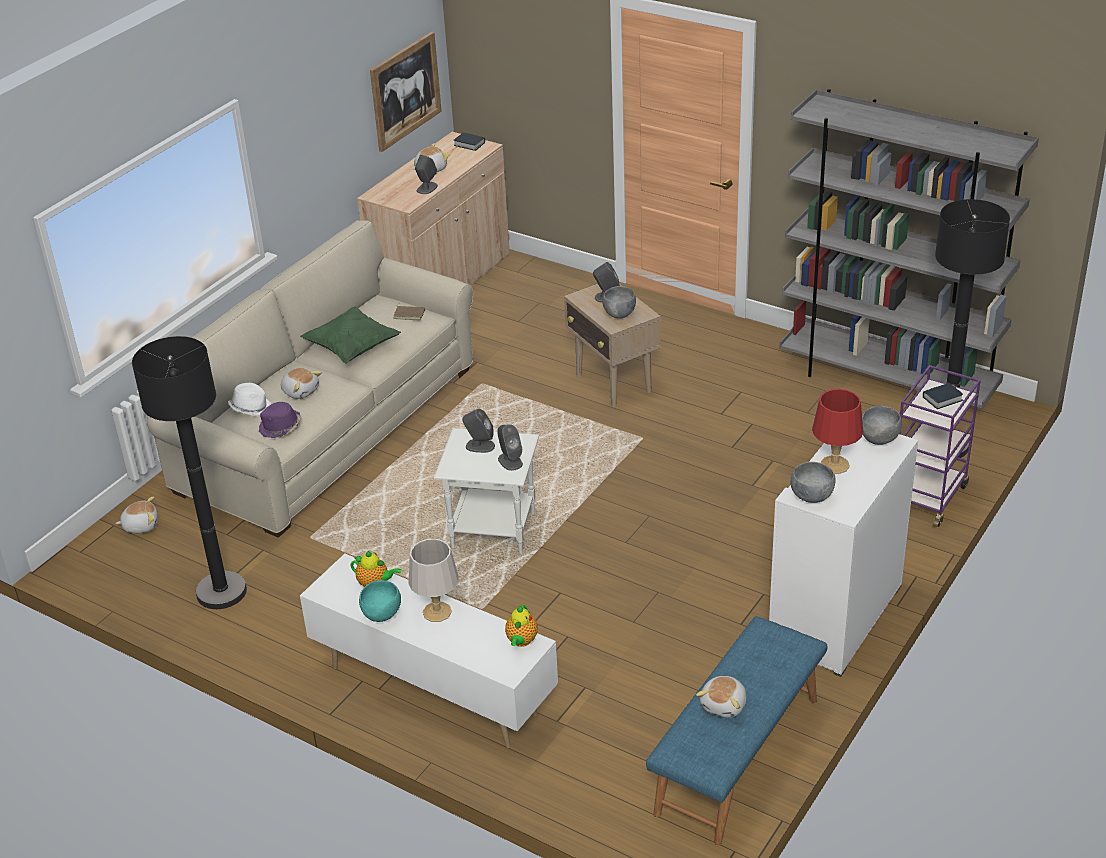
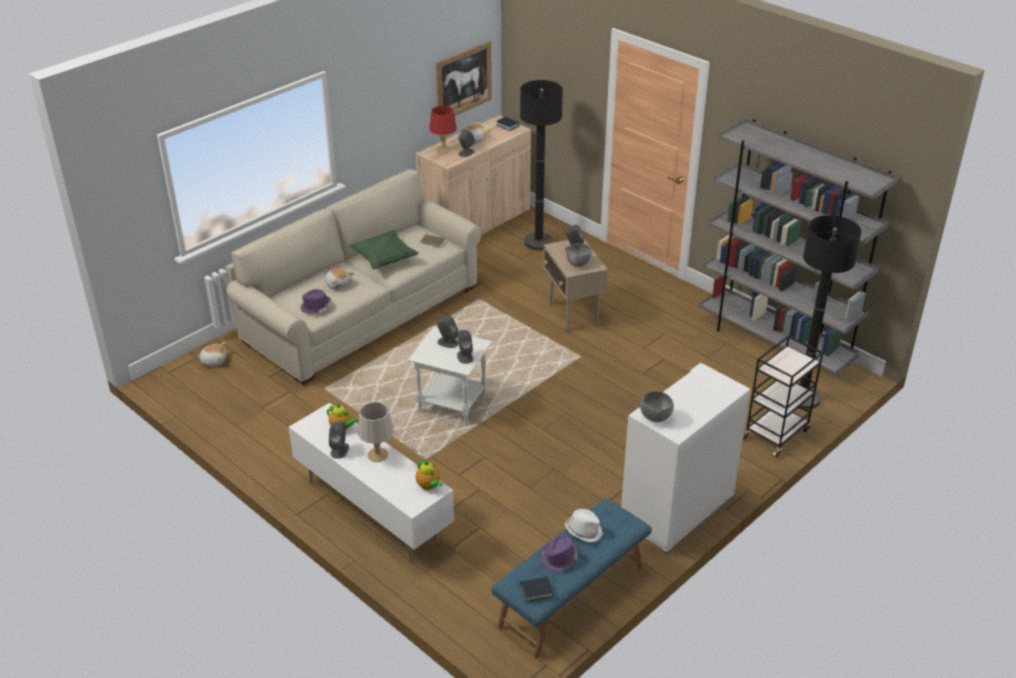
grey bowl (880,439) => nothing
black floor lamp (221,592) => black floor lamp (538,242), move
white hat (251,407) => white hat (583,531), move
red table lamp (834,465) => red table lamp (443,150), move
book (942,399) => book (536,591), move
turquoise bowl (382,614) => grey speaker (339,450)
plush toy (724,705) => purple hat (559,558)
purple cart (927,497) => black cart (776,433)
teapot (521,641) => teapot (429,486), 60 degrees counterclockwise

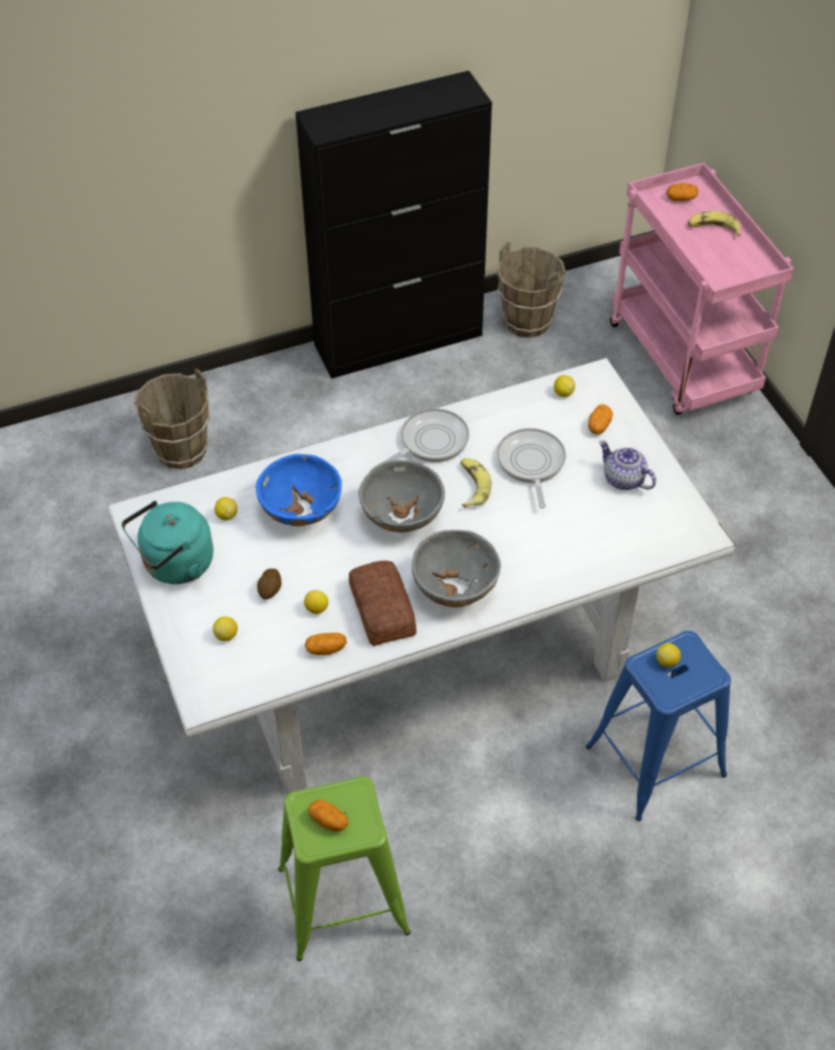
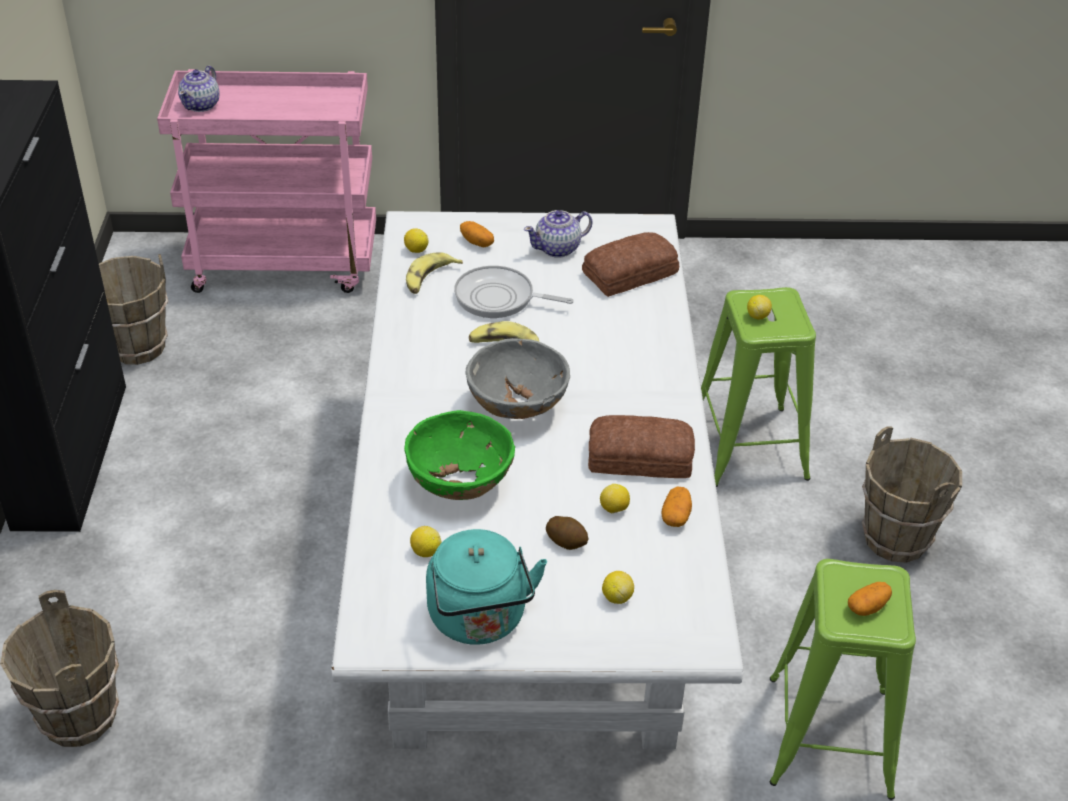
frying pan (430,442) => nothing
grey bowl (455,589) => nothing
nothing => bread (632,274)
nothing => brown bucket (896,539)
banana (713,229) => banana (429,279), move
potato (681,198) => teapot (201,105)
blue bowl (301,511) => green bowl (460,484)
blue stool (656,760) => green stool (748,445)

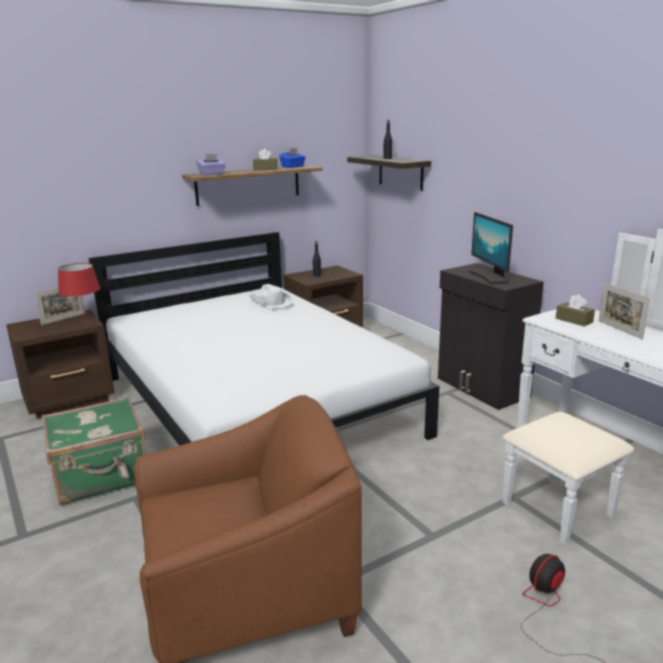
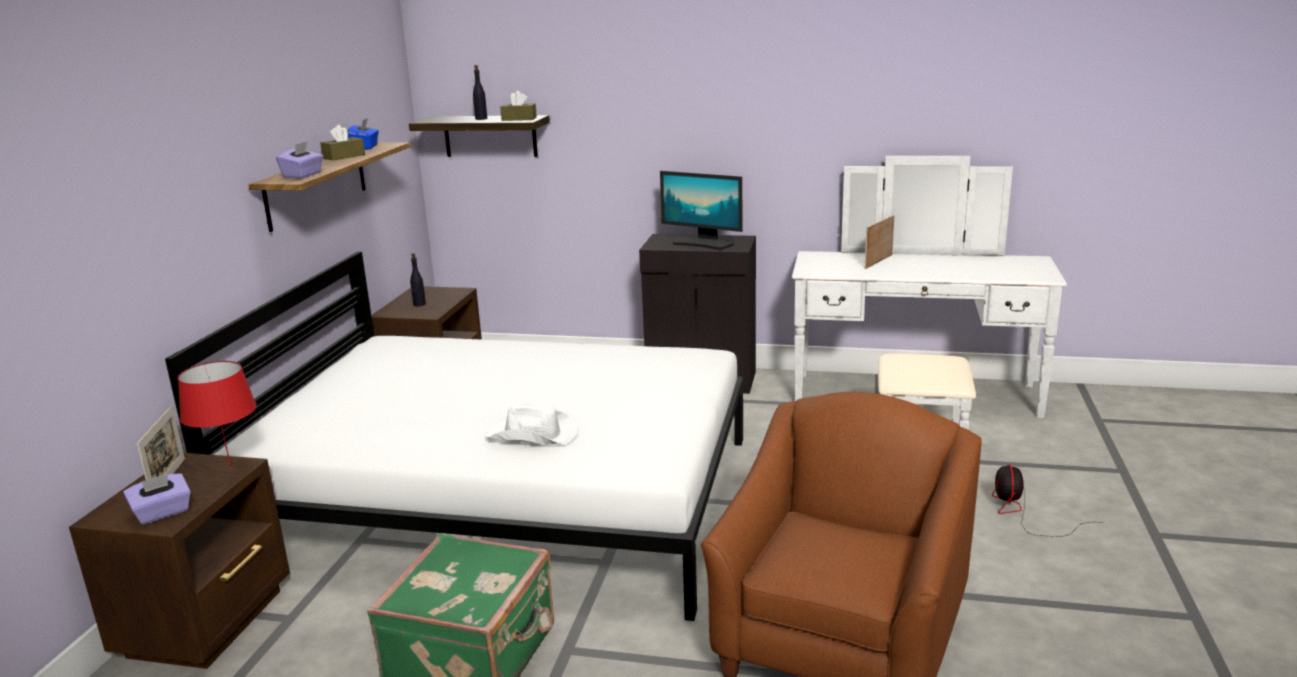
nothing => purple tissue box (162,513)
white hat (270,302) => white hat (533,435), move
brown tissue box (574,320) => brown tissue box (519,119), move
picture frame (619,329) => picture frame (878,262), 105 degrees clockwise

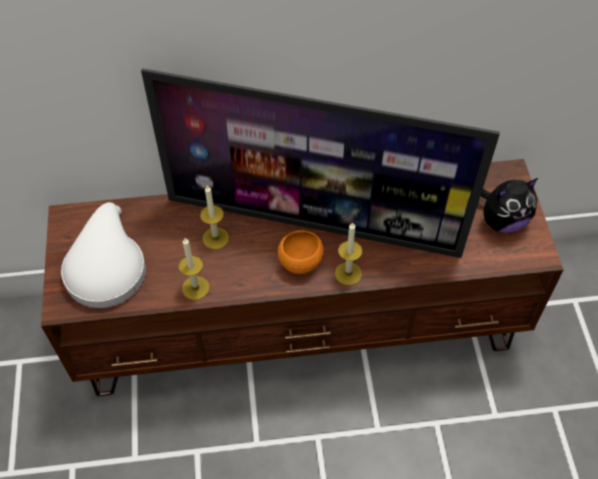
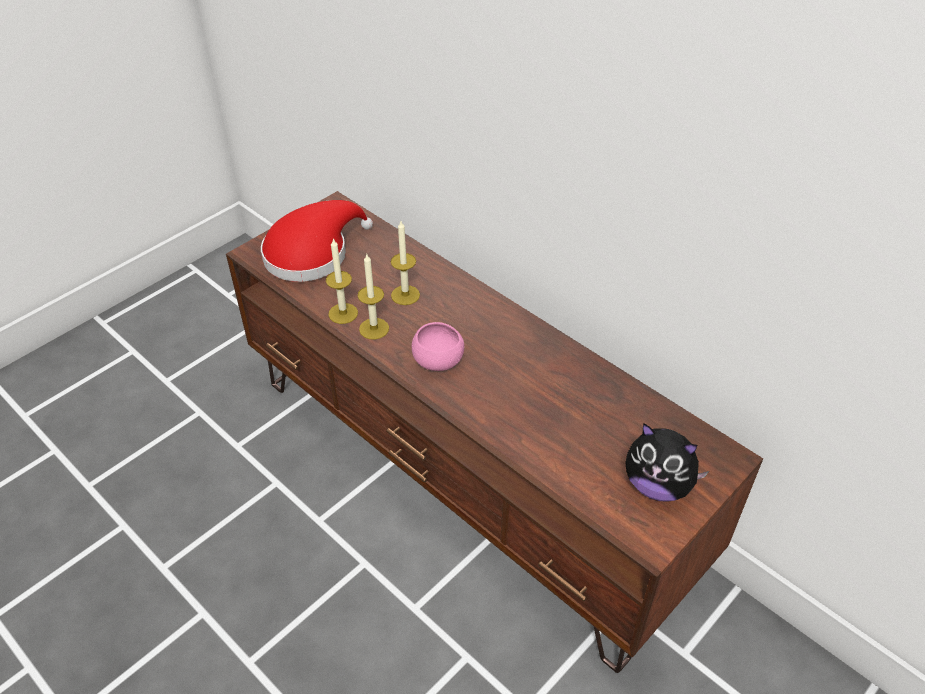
television (314,224) => nothing
candle (348,273) => candle (374,328), move
white hat (106,267) => red hat (312,253)
orange bowl (301,262) => pink bowl (438,362)

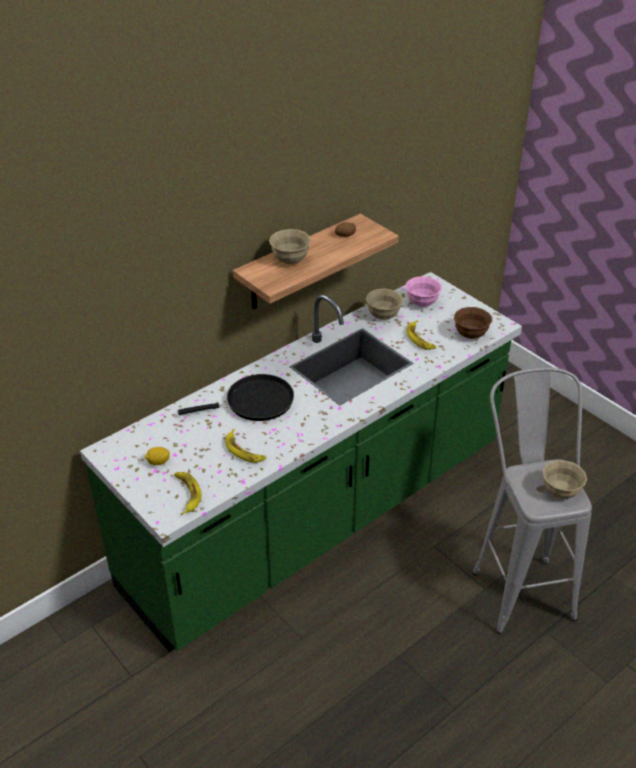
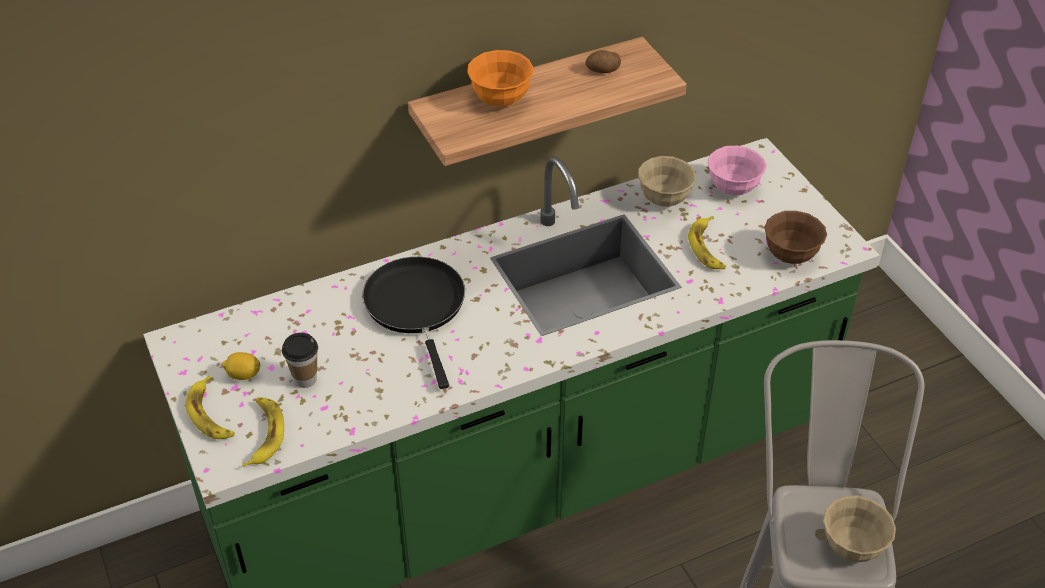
nothing => cup (305,379)
banana (244,450) => banana (211,414), move
beige bowl (290,260) => orange bowl (500,99)
black frying pan (254,403) => black frying pan (417,307), 105 degrees counterclockwise

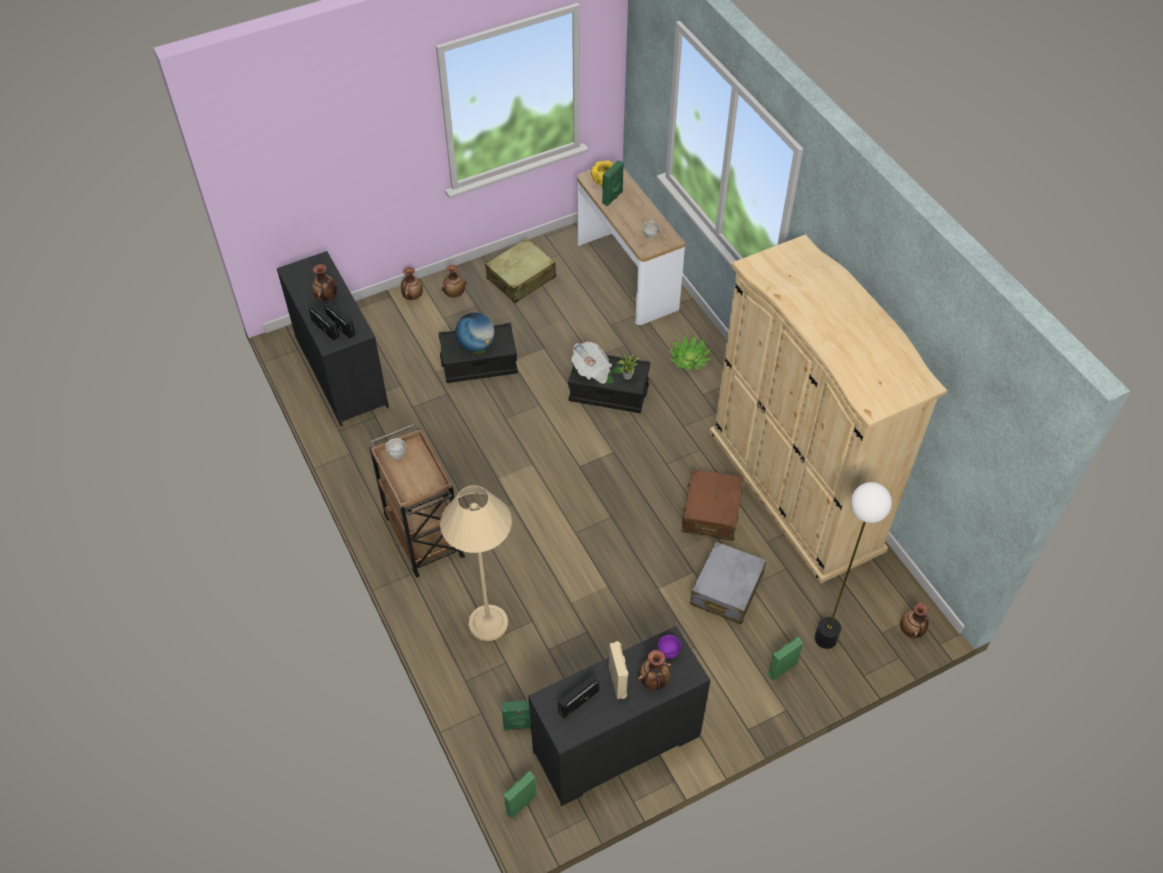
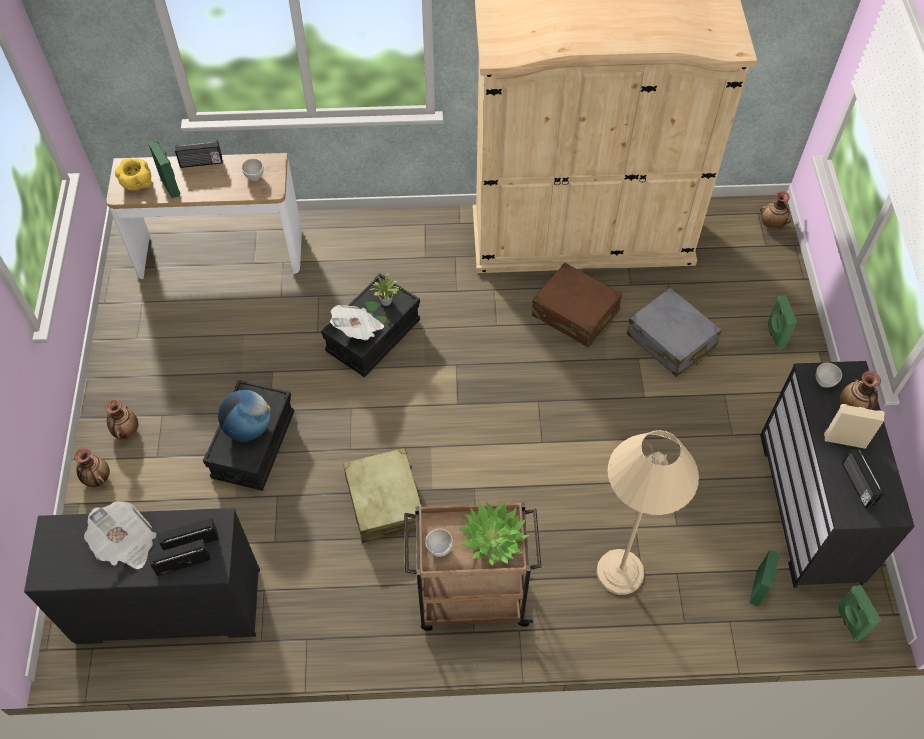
floor lamp (825,639) => nothing
nothing => radio (201,163)
beige suitcase (521,278) => beige suitcase (384,501), move
potted plant (689,359) => potted plant (493,538), move
vase (326,297) => newspaper (125,543)
purple bowl (668,652) => white bowl (824,382)

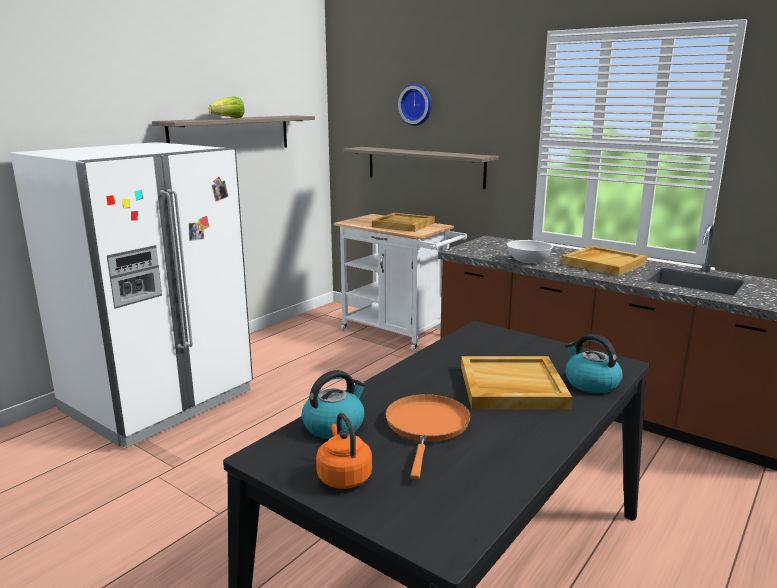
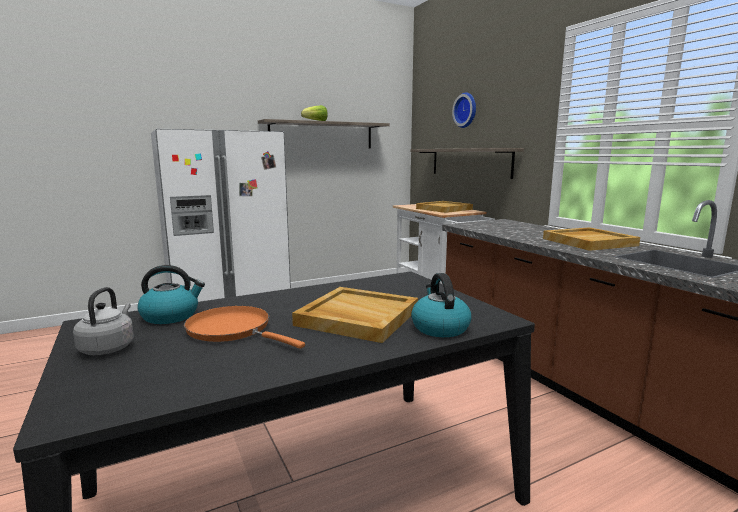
white bowl (528,261) => nothing
orange kettle (343,476) => grey kettle (108,347)
orange frying pan (427,427) => orange frying pan (233,330), 90 degrees counterclockwise

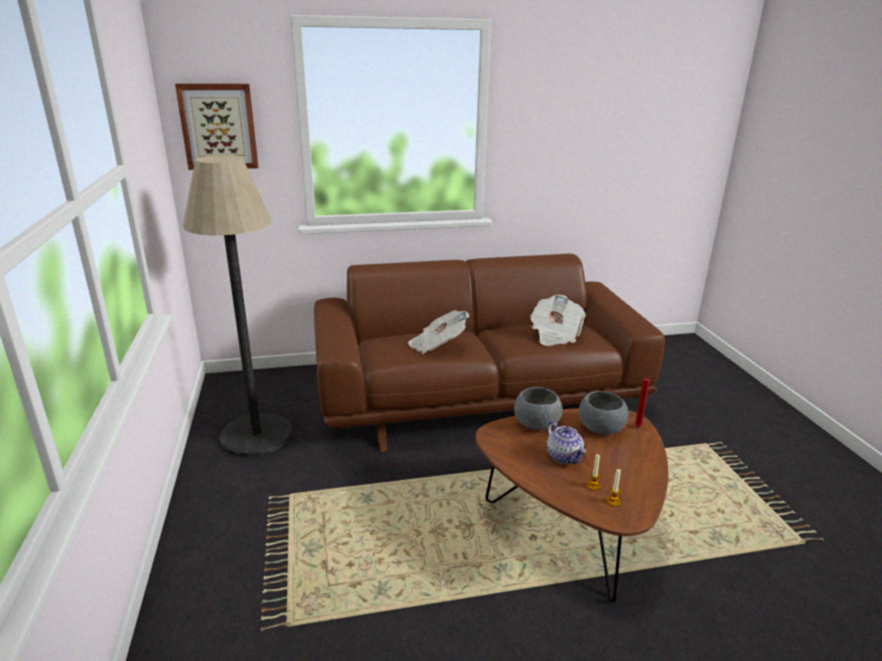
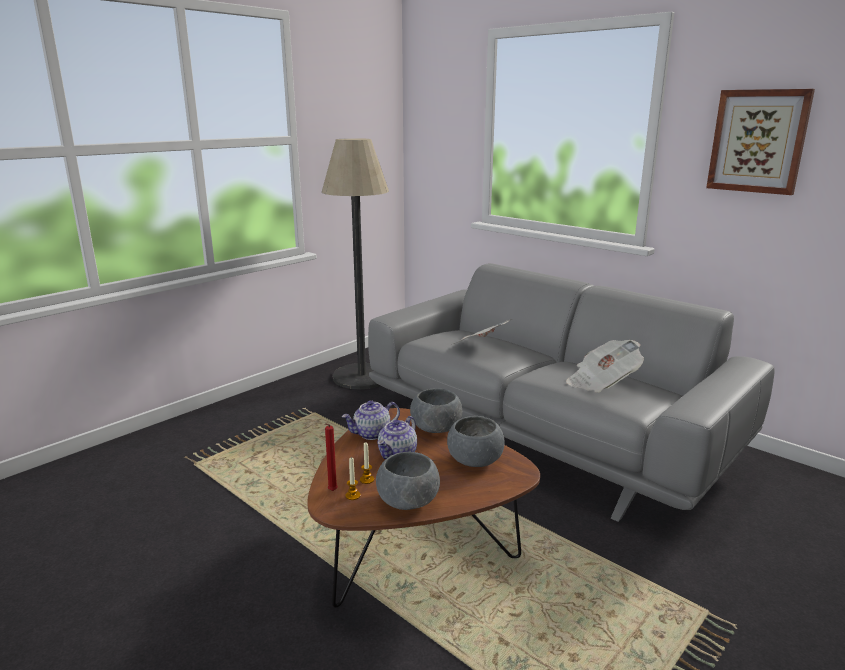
nothing => teapot (371,434)
nothing => grey bowl (408,501)
picture (218,126) => picture (758,141), move
red candle (639,428) => red candle (331,491), move
brown sofa (478,398) => grey sofa (546,435)

